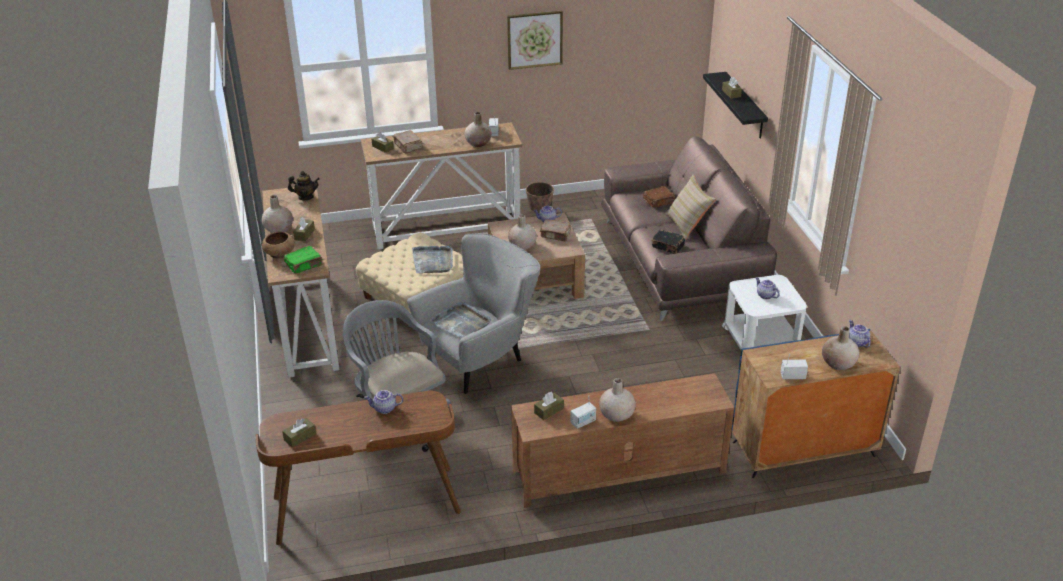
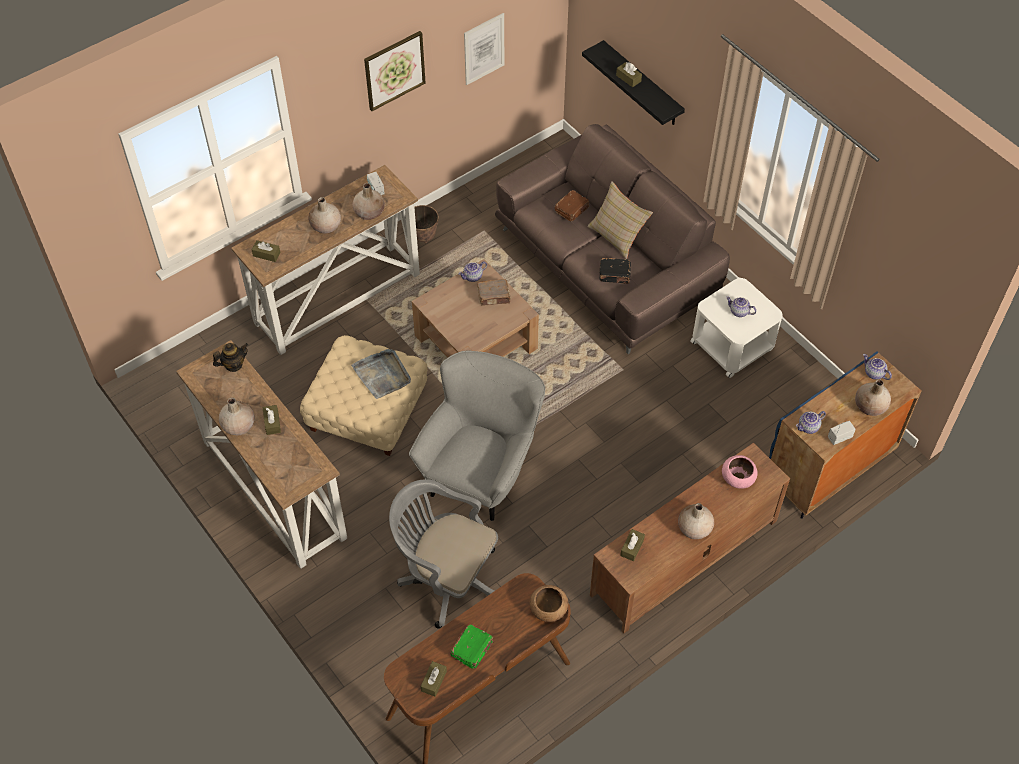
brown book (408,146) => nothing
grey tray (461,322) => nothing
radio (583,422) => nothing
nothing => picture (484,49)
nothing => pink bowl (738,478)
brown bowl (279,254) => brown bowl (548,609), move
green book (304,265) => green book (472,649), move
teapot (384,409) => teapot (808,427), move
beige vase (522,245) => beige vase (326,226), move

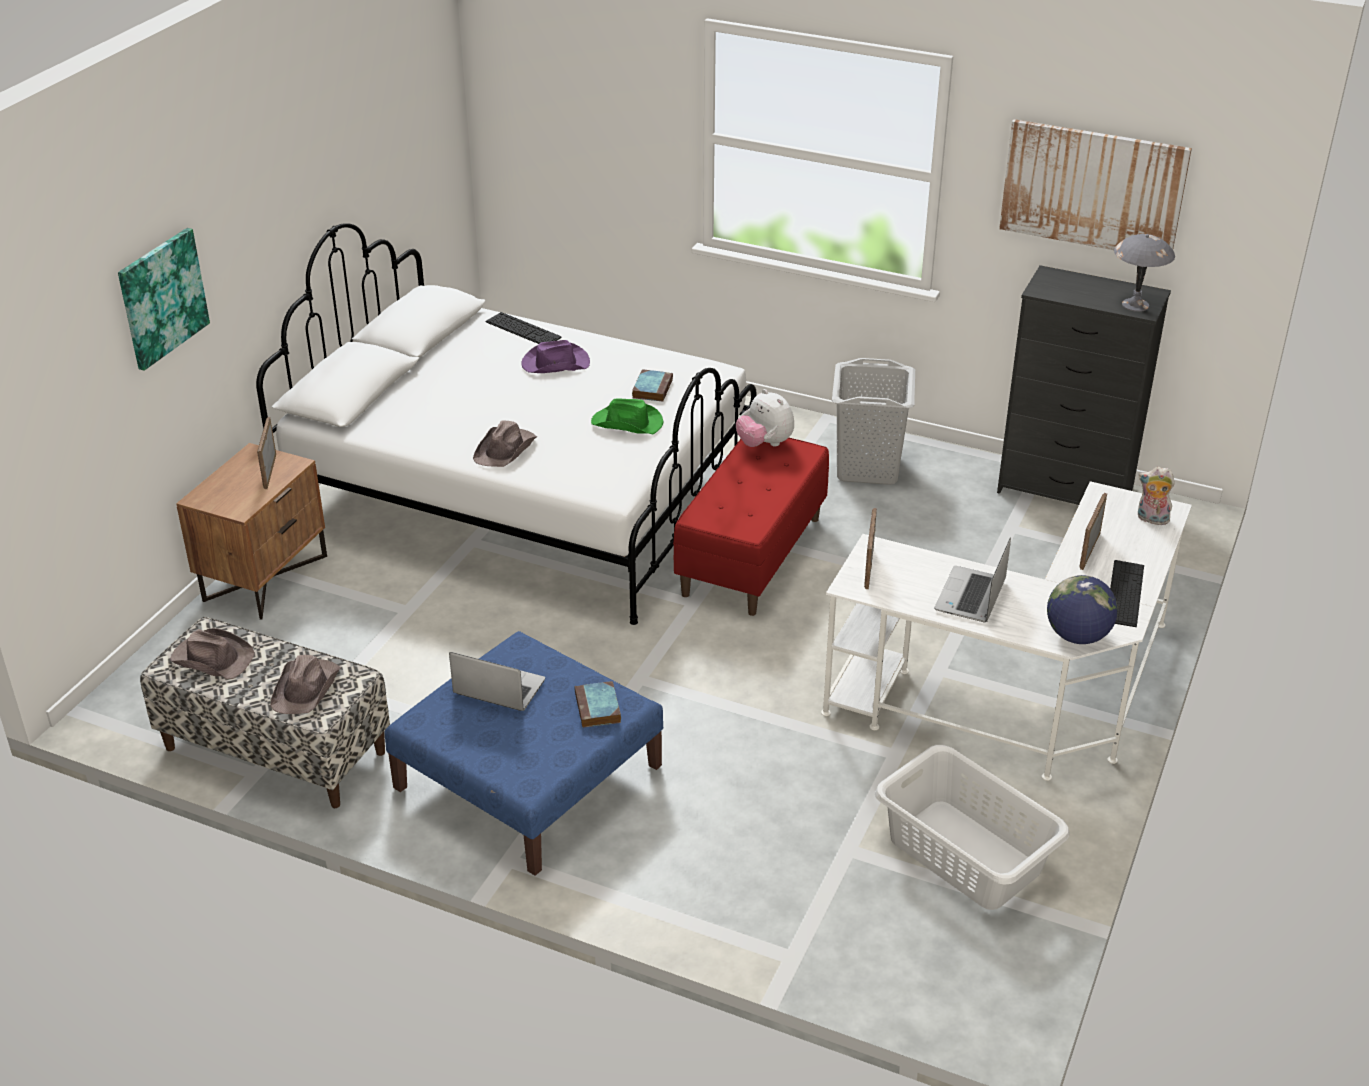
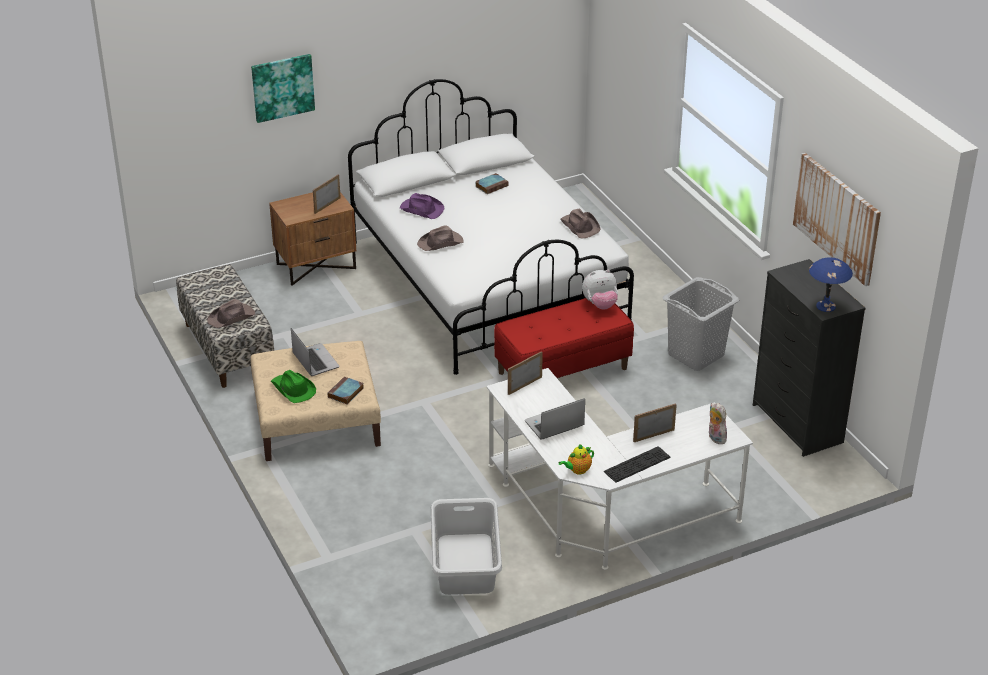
keyboard (523,329) => nothing
brown hat (212,658) => brown hat (580,226), move
purple hat (554,363) => purple hat (421,209), move
green hat (628,423) => green hat (293,389), move
book (652,388) => book (492,185), move
globe (1077,636) => teapot (577,470)
blue ottoman (527,777) => beige ottoman (315,418)
grey table lamp (1135,305) => blue table lamp (826,306)
plush toy (764,444) => plush toy (600,305), 105 degrees counterclockwise

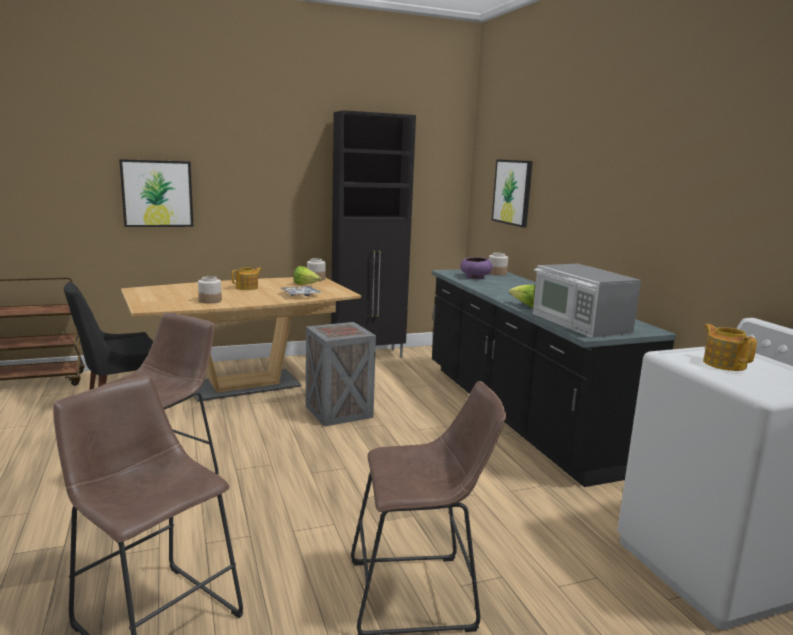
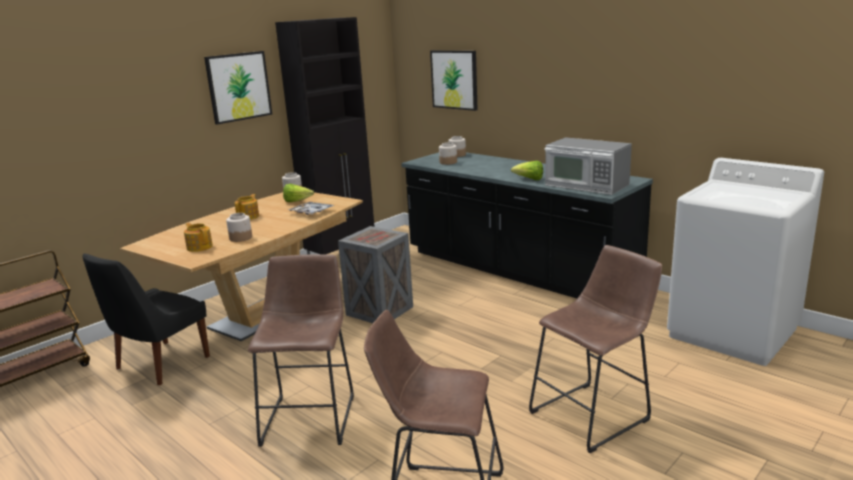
picture (157,193) => picture (238,86), move
teapot (724,364) => teapot (199,247), move
purple bowl (475,277) => jar (448,162)

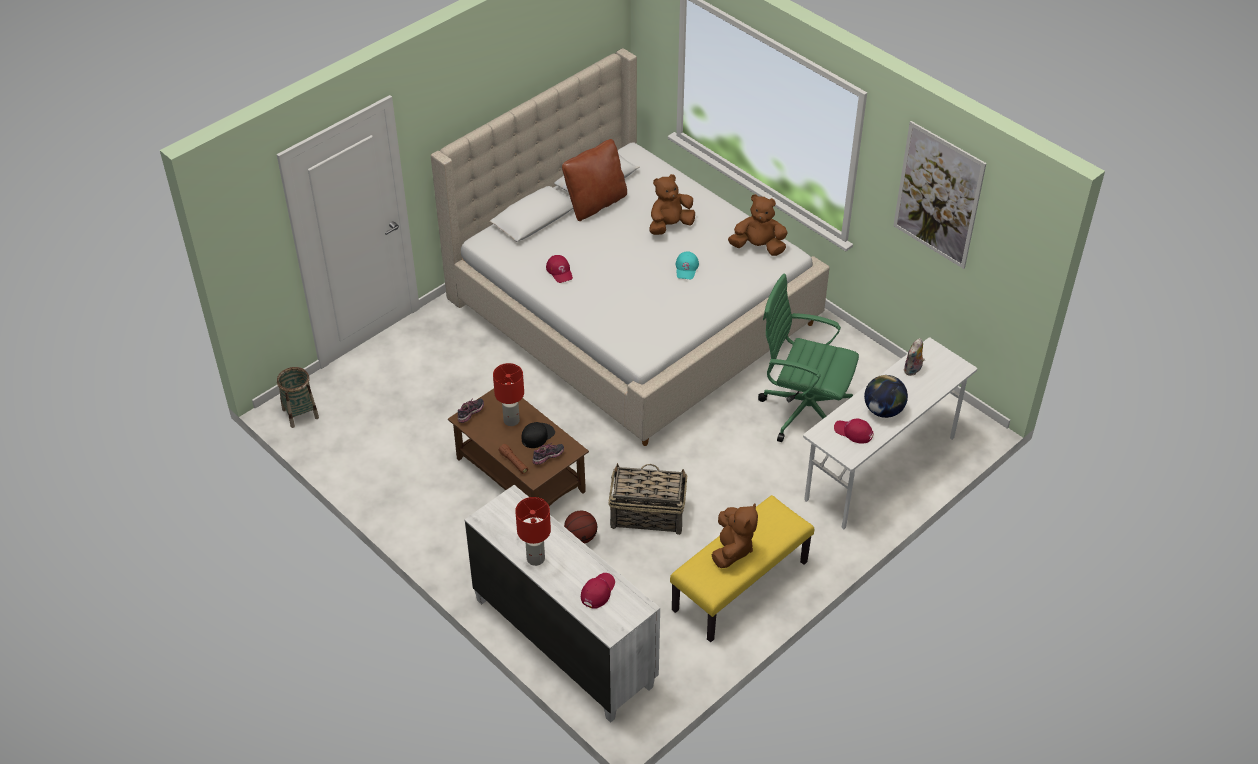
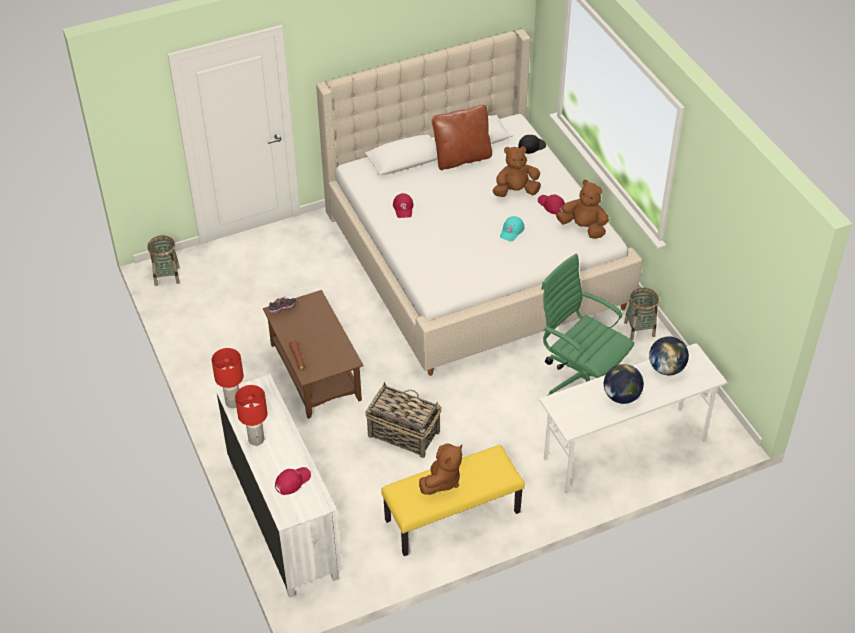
shoe (548,458) => nothing
basketball (581,537) => nothing
picture (938,195) => nothing
nothing => basket (639,329)
red table lamp (511,420) => red table lamp (233,402), move
black cap (537,435) => black cap (531,146), move
red cap (853,432) => red cap (551,205), move
plush toy (913,370) => globe (666,368)

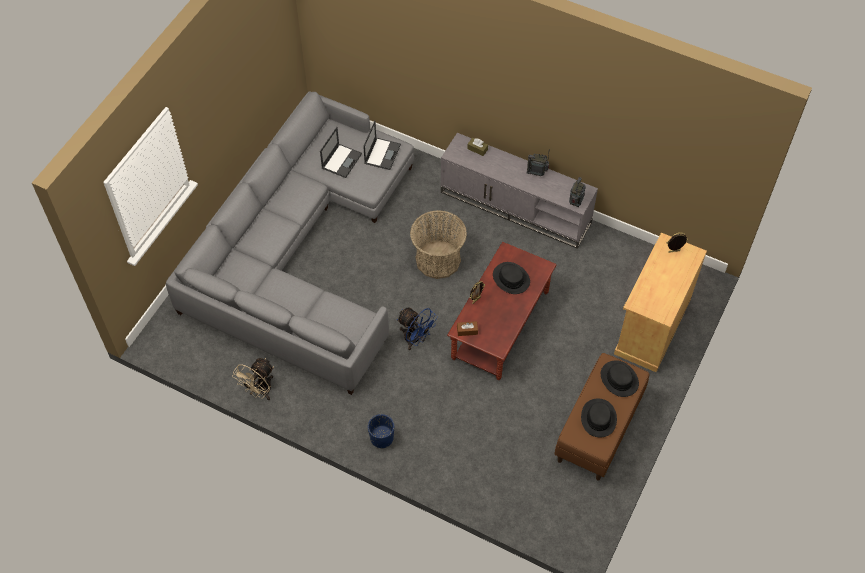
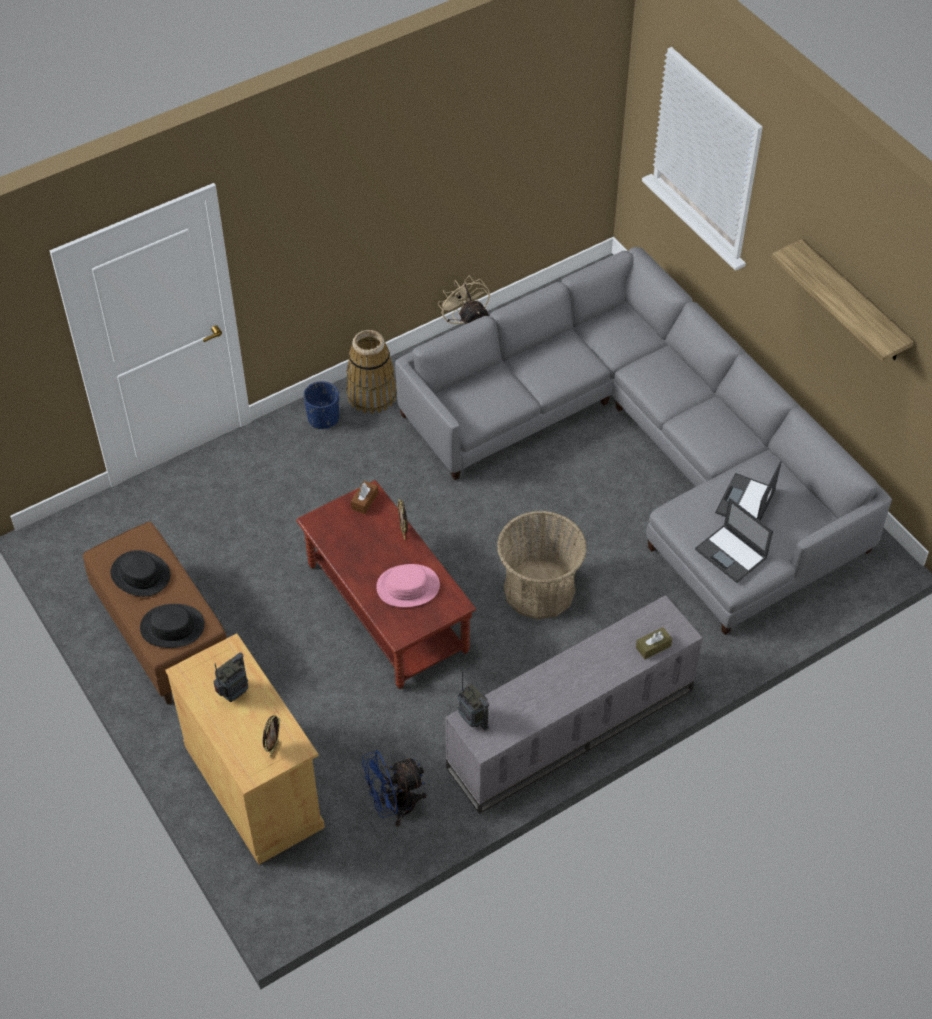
nothing => basket (372,395)
nothing => shelf (852,302)
blue fan (415,339) => blue fan (394,806), move
radio (537,173) => radio (234,693), move
black hat (511,278) => pink hat (408,587)
laptop (341,160) => laptop (745,502), 60 degrees clockwise

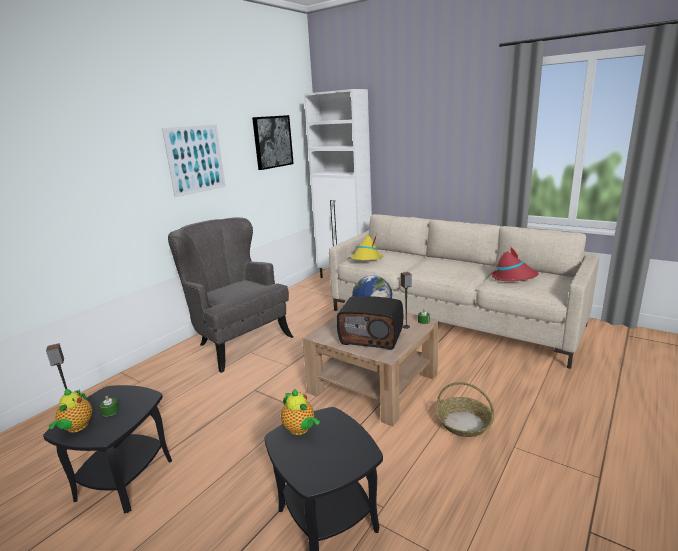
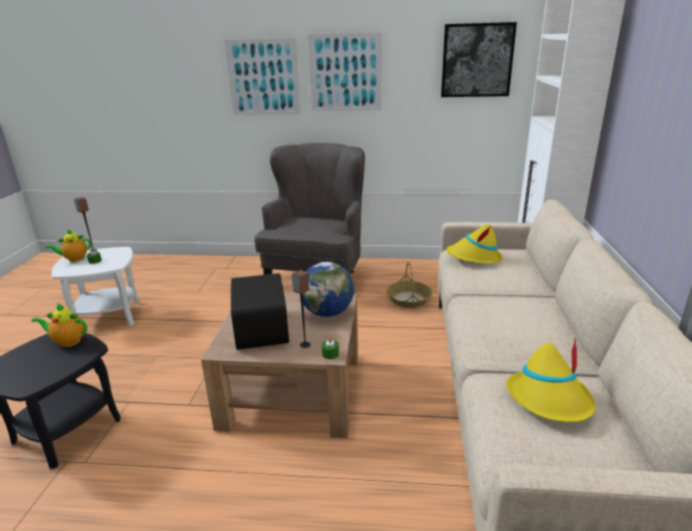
nothing => picture (263,77)
basket (464,423) => basket (409,299), move
black side table (125,479) => white side table (108,316)
red hat (513,278) => yellow hat (549,400)
teapot (300,429) => teapot (68,341), 75 degrees clockwise

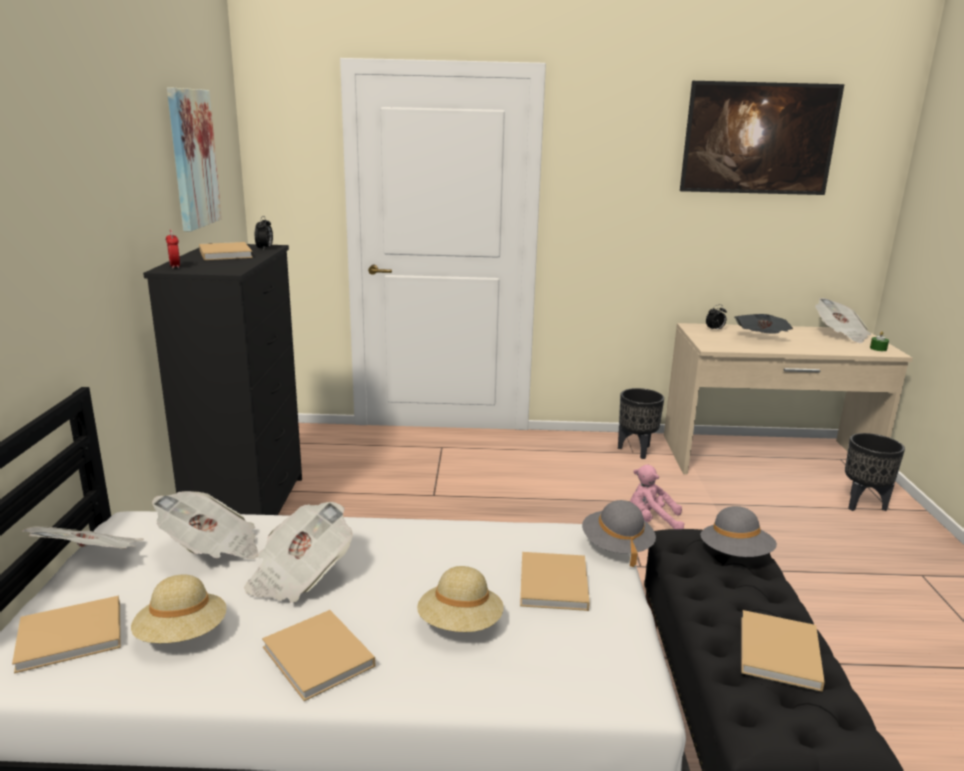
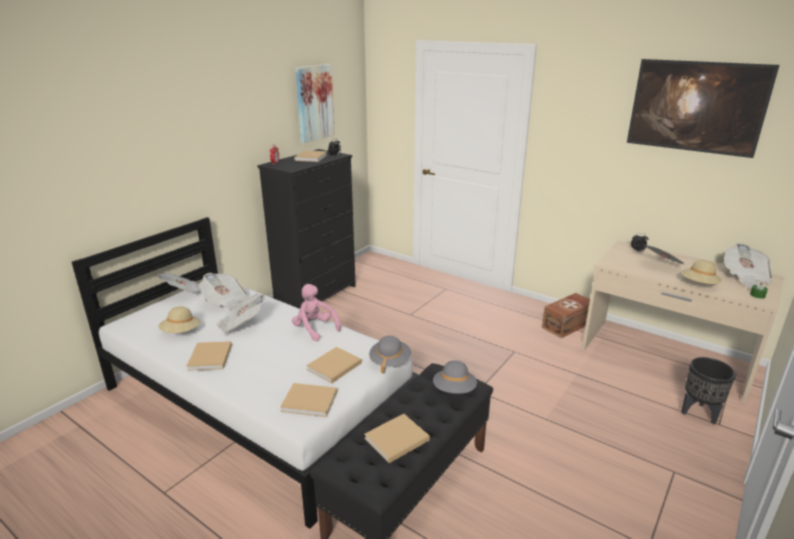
beige book (74,635) => beige book (311,402), move
beige hat (460,625) => beige hat (698,284), move
pink plush toy (652,521) => pink plush toy (315,329), move
black planter (636,450) => brown storage box (568,325)

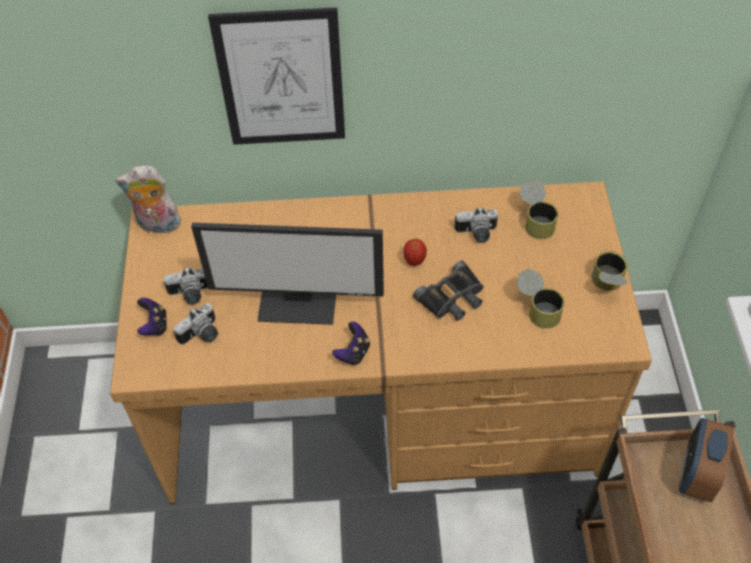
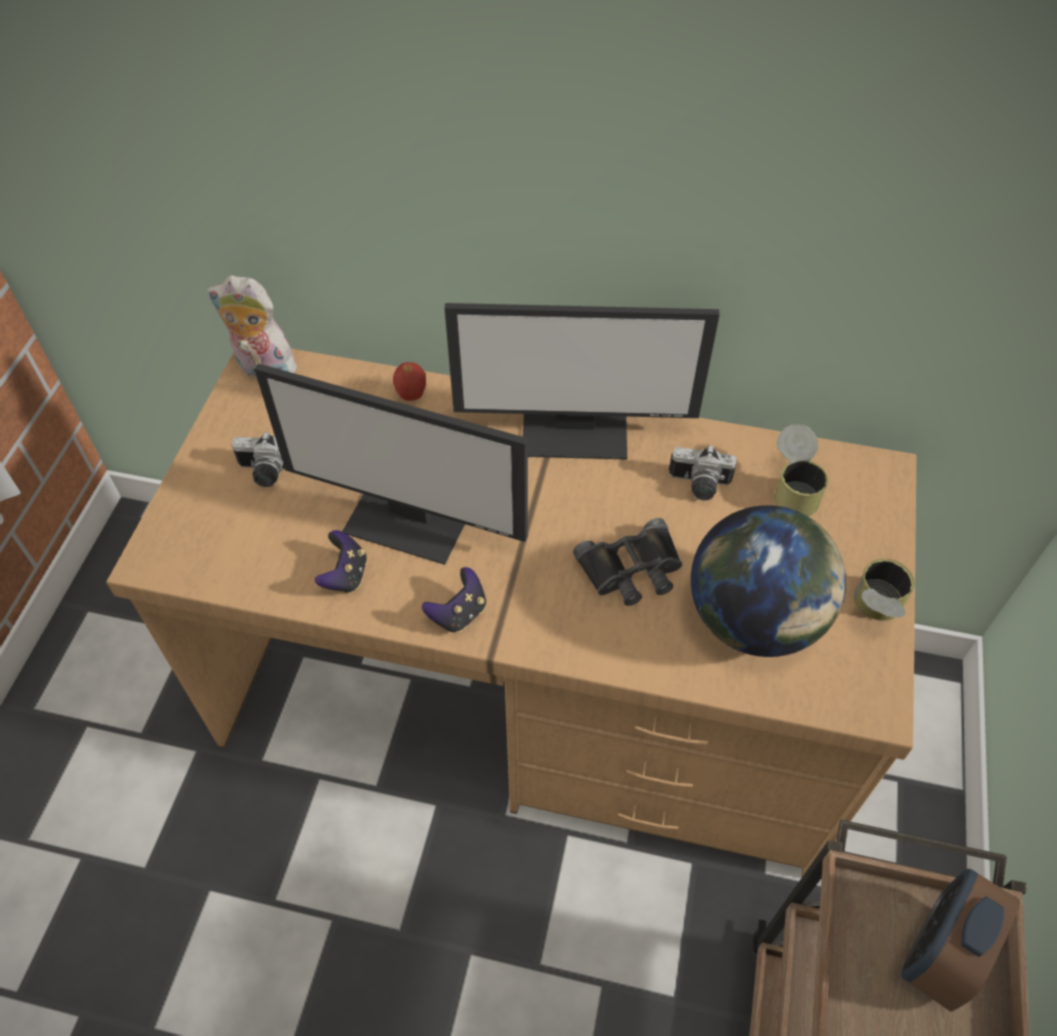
photo camera (202,335) => nothing
picture (281,79) => nothing
nothing => monitor (576,431)
game controller (154,325) => game controller (345,575), move
apple (414,261) => apple (411,396), move
can (537,309) => globe (754,619)

